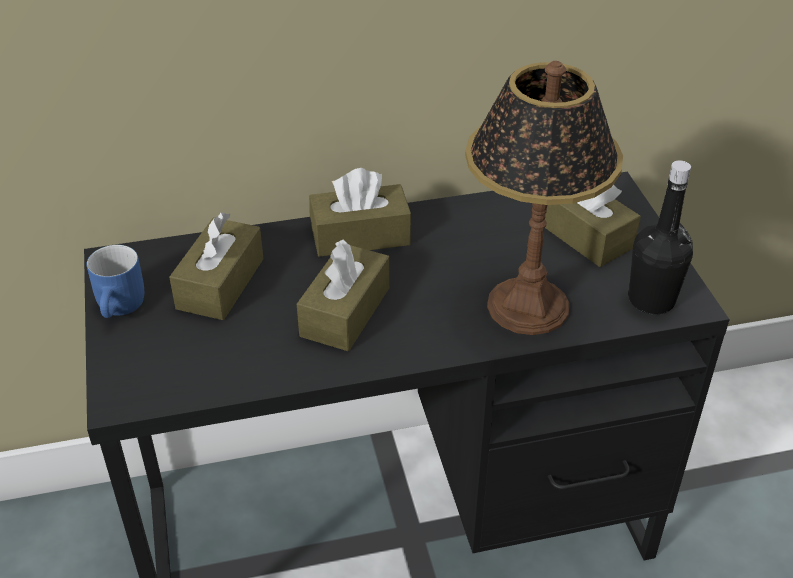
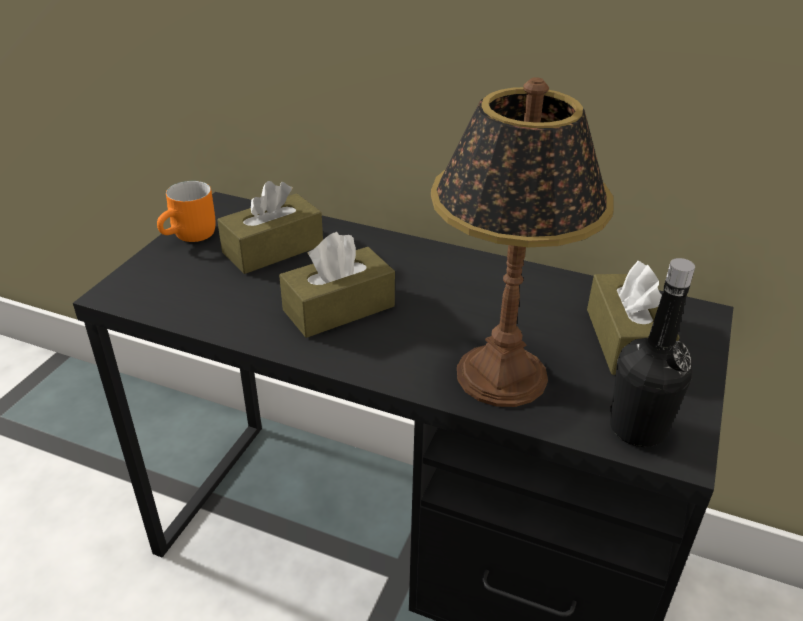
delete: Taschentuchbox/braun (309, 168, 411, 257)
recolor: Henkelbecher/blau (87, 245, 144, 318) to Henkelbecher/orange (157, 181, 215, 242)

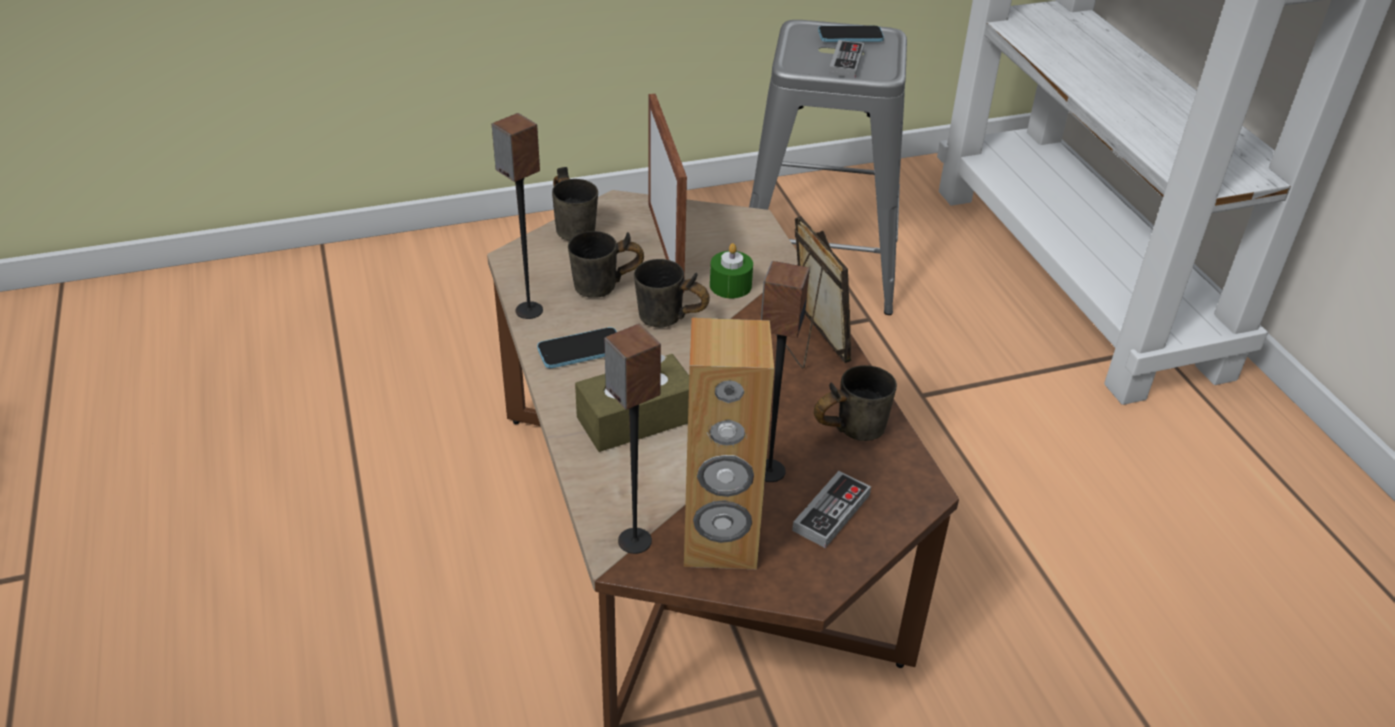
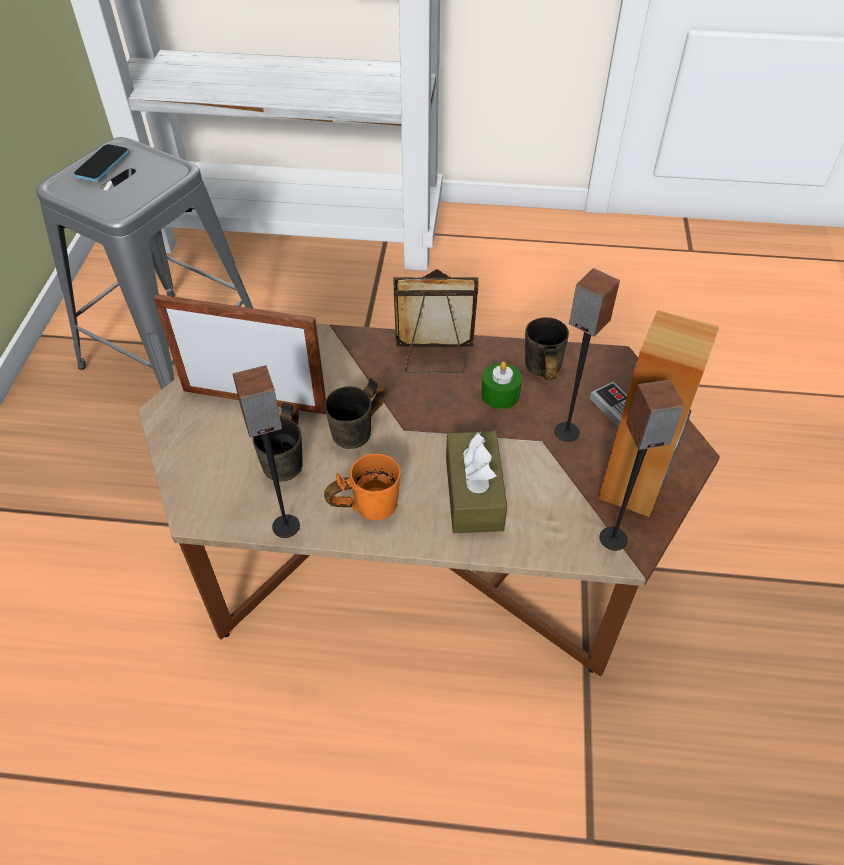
delete: Henkelbecher/grau (552, 167, 598, 241); Gamepad (829, 40, 864, 78)
move: Kerze/grün (710, 243, 753, 299) to (481, 361, 522, 409)
replace: Handy (537, 327, 617, 368) to Henkelbecher/orange (324, 454, 401, 520)

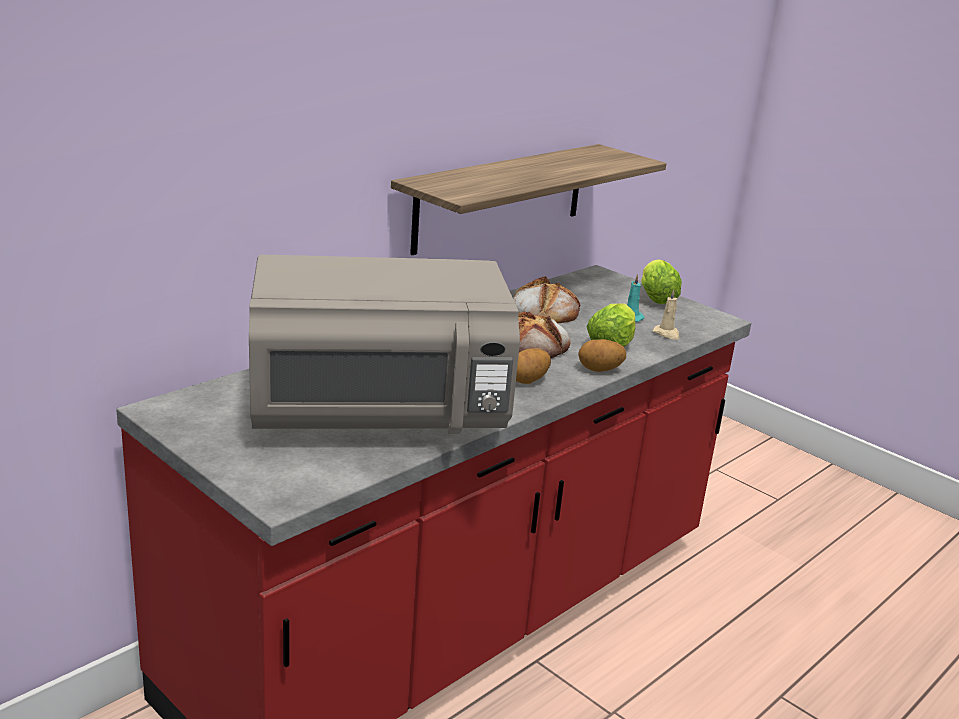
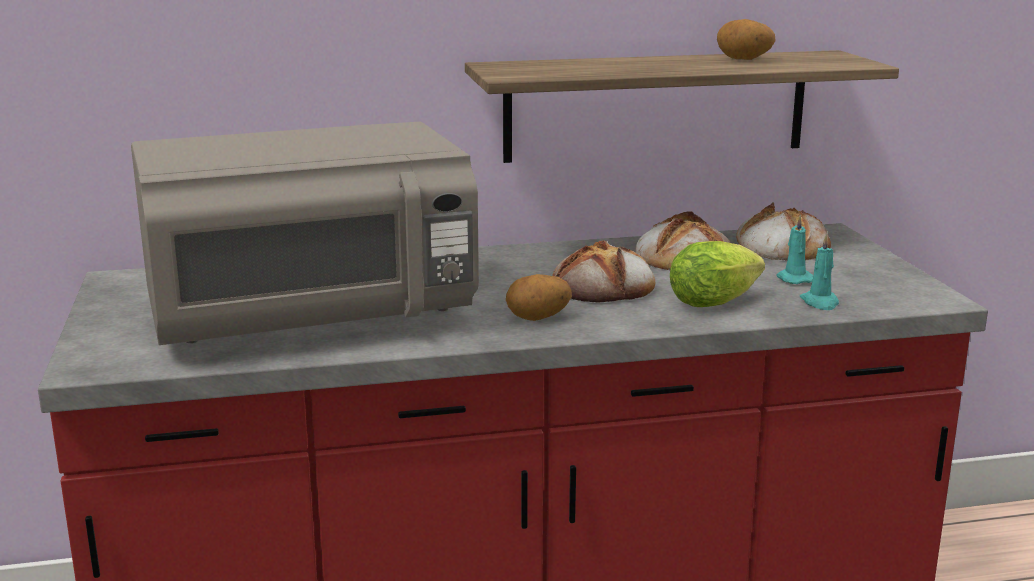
delete: Salatkopf (641, 259, 682, 304)
insert: Brot (736, 203, 831, 260)
move: Kartoffel (578, 339, 626, 372) to (717, 19, 776, 60)
recolor: Kerze/beige (653, 289, 680, 340) to Kerze/türkis (800, 234, 839, 310)
rotate: Mikrowelle/grau (249, 254, 520, 434) = (131, 122, 479, 345) 45 degrees counterclockwise

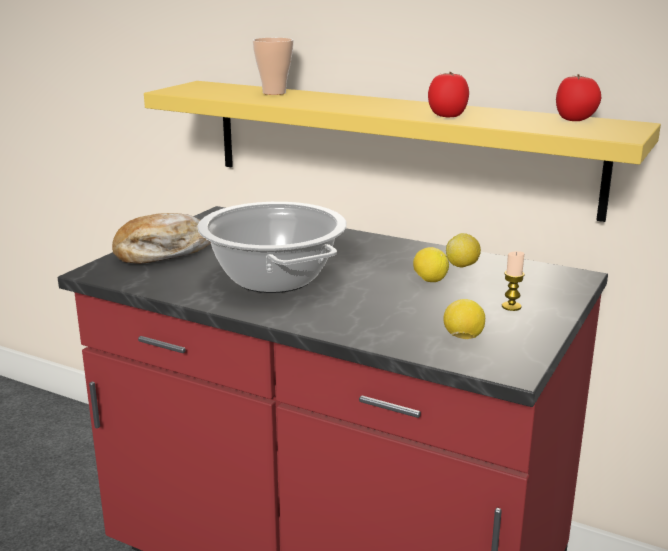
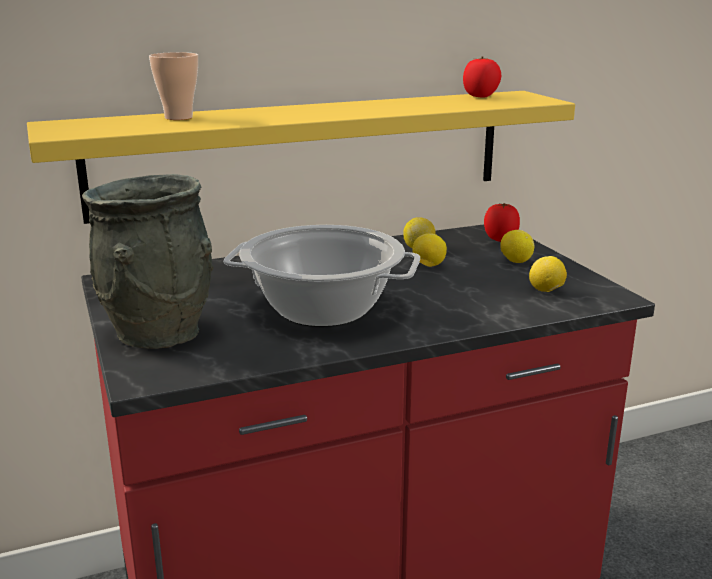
move: Tomate (428, 72, 469, 117) to (484, 203, 520, 242)
replace: Brot (112, 213, 211, 264) to Vase/grau (82, 174, 214, 349); Kerze (502, 251, 525, 311) to Zitrone (500, 230, 534, 263)

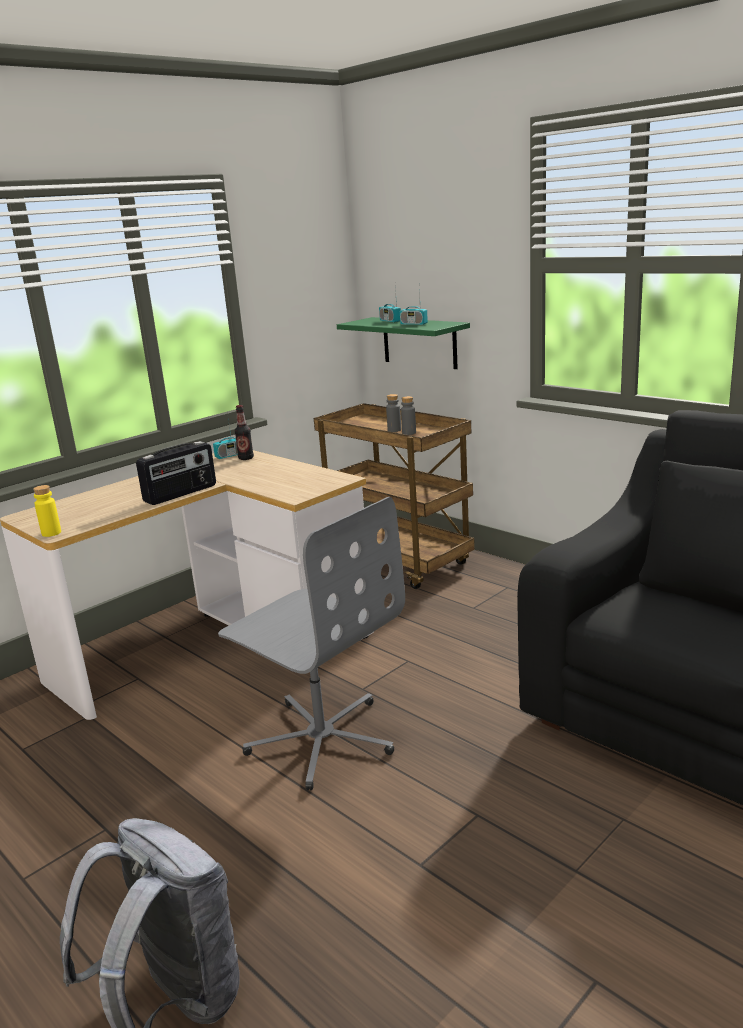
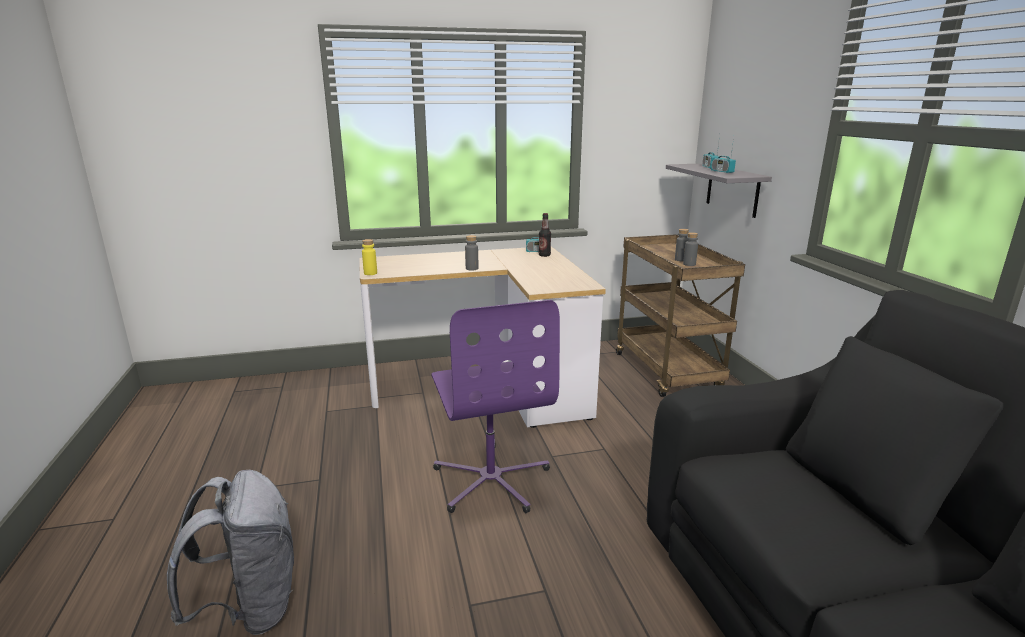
replace: Radio (136, 441, 216, 505) to Flasche/grau (465, 235, 478, 270)
recolor: Bürostuhl/grau (218, 497, 405, 790) to Bürostuhl/lila (431, 300, 560, 513); Wandregal/grün (337, 317, 470, 369) to Wandregal/grau (666, 163, 772, 218)

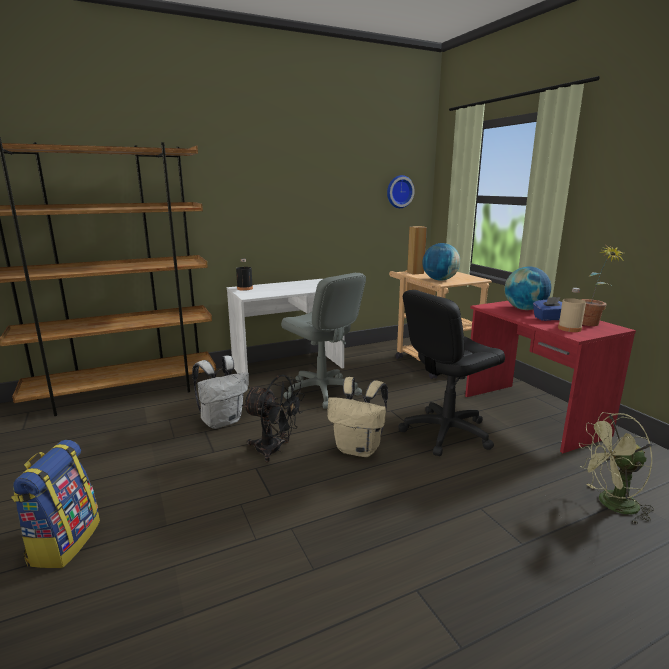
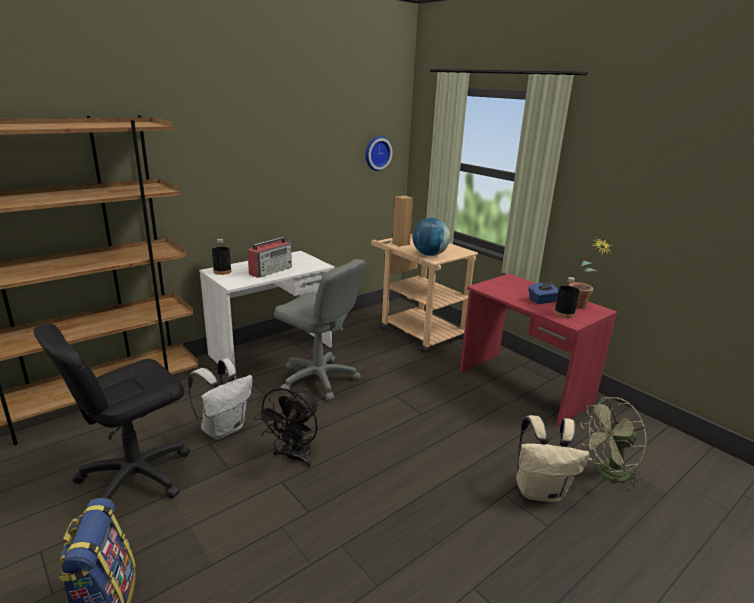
delete: Globus (504, 267, 551, 310)
insert: Radio (247, 236, 292, 278)
move: Rucksack/beige (327, 377, 388, 457) to (516, 415, 590, 502); Bürostuhl/schwarz (398, 290, 505, 456) to (33, 323, 190, 500)
recolor: Flasche/beige (558, 288, 586, 332) to Flasche/schwarz (554, 277, 580, 318)
rotate: Ventilator/schwarz (242, 375, 305, 462) = (254, 388, 320, 468) 105 degrees clockwise

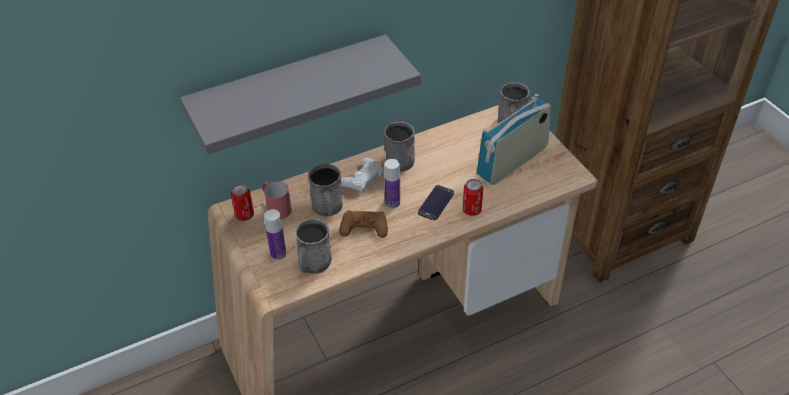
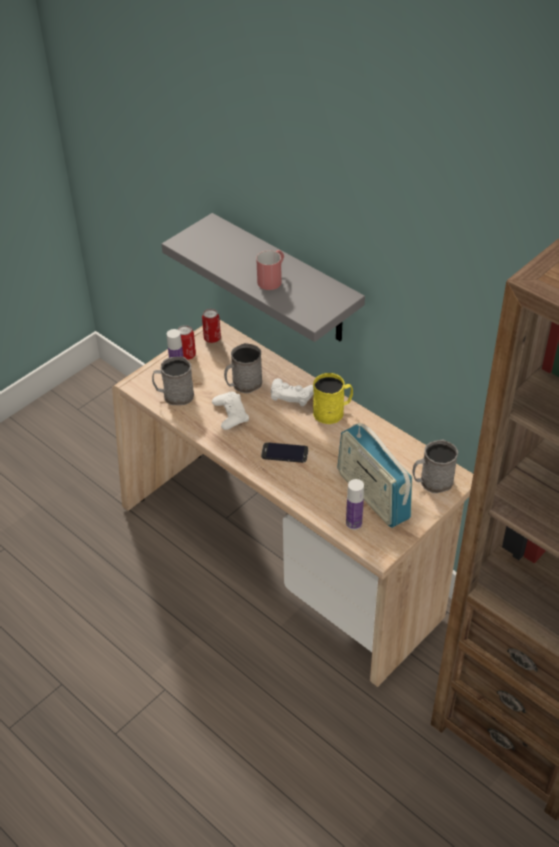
move: Henkelbecher/rot (261, 181, 292, 219) to (256, 250, 284, 290); Flasche (385, 159, 400, 209) to (346, 479, 364, 530); Dose (463, 179, 483, 216) to (178, 325, 196, 360)
recolor: Gamepad/braun (339, 210, 388, 238) to Gamepad/weiß (212, 391, 249, 430); Henkelbecher/grau (384, 121, 415, 172) to Henkelbecher/gelb (313, 373, 353, 424)
rotate: Radio (477, 94, 551, 185) = (338, 423, 412, 528) 150 degrees counterclockwise

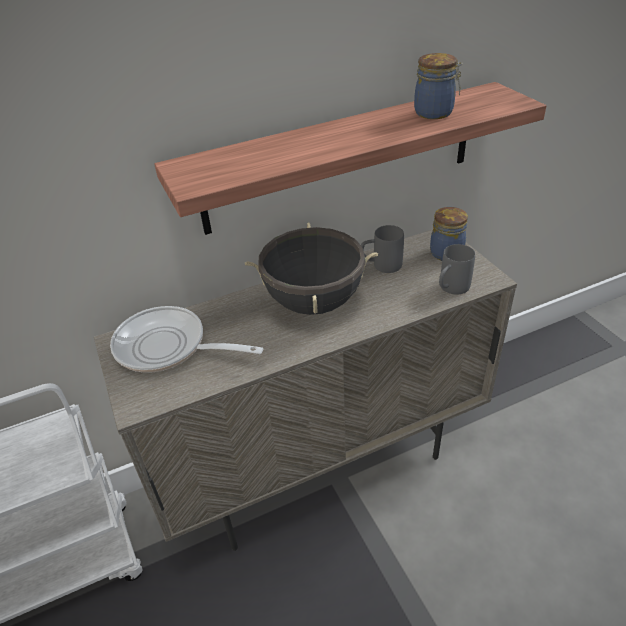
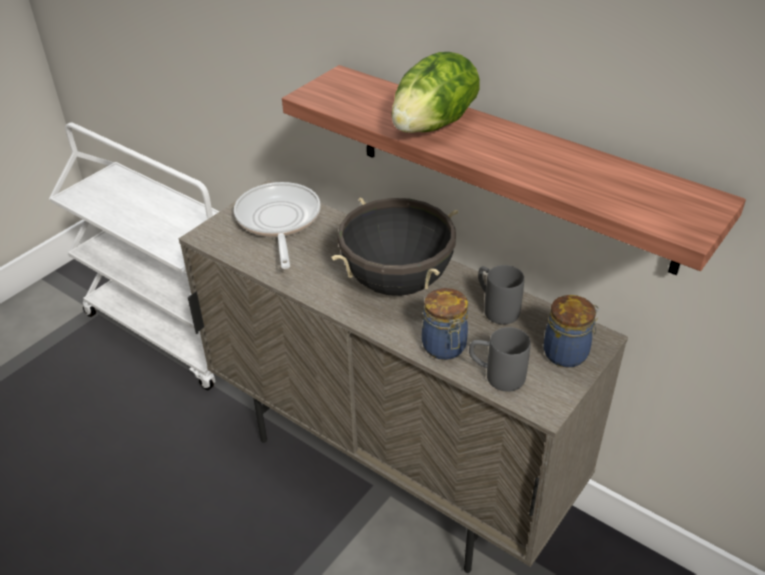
insert: Salatkopf (391, 52, 480, 133)
move: Vorratsglas (414, 53, 463, 119) to (422, 288, 468, 360)

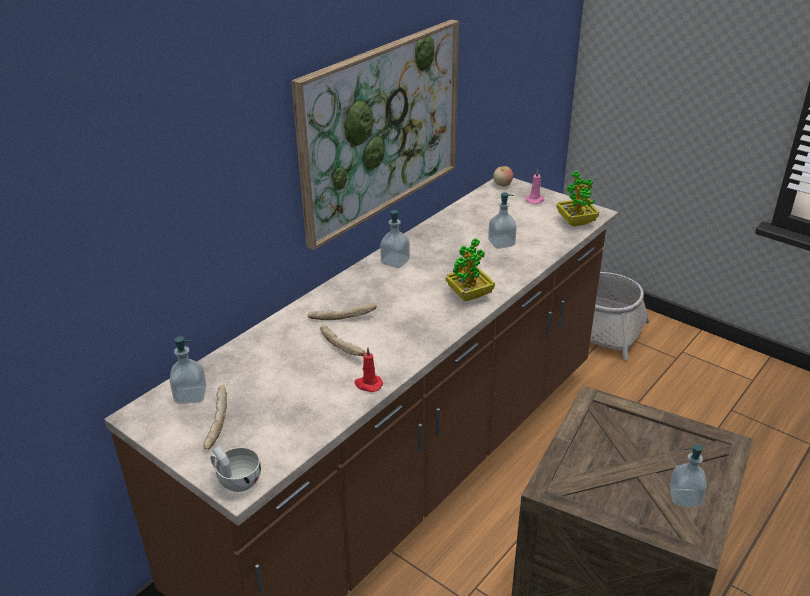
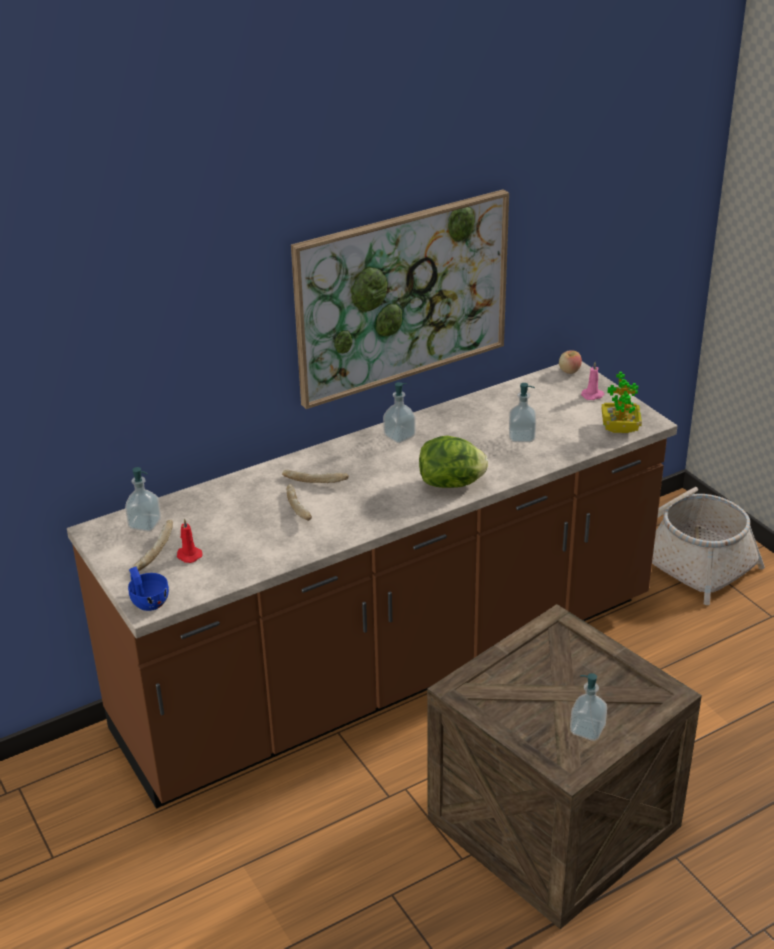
move: Kerze/rot (354, 347, 383, 392) to (177, 518, 203, 563)
replace: Topfpflanze (446, 238, 495, 301) to Salatkopf (419, 436, 488, 488)
recolor: Tasse/weiß (211, 445, 261, 492) to Tasse/blau (128, 566, 169, 611)

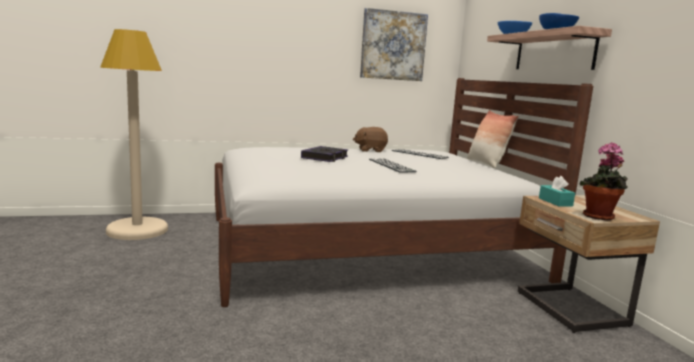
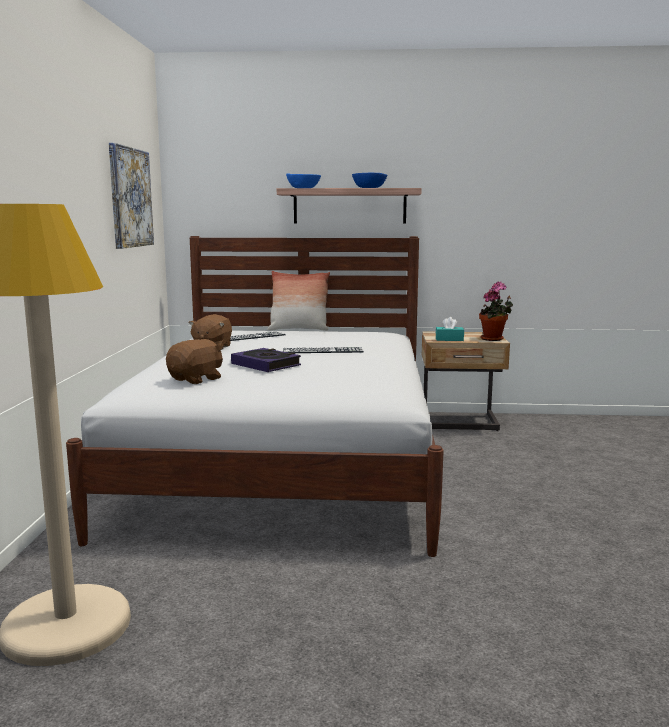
insert: Plüschtier/braun (166, 339, 223, 384)

